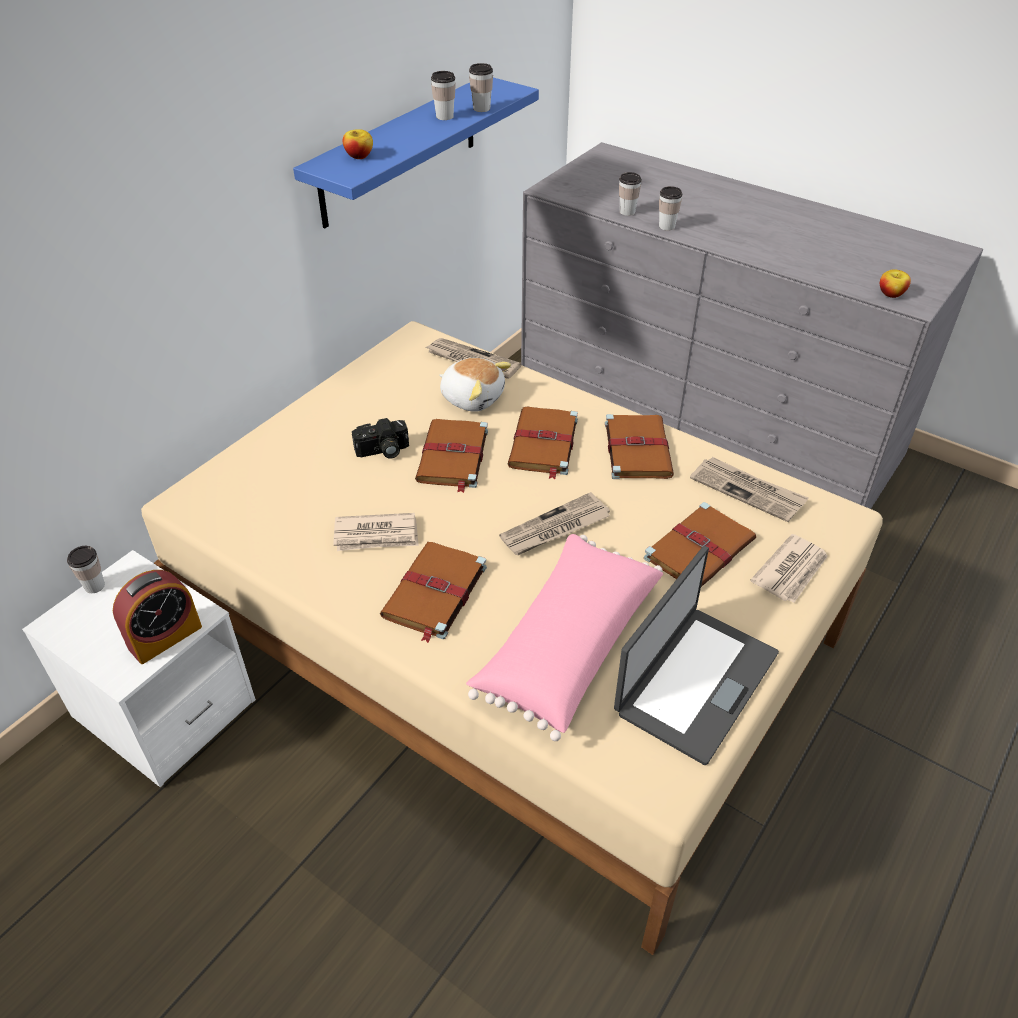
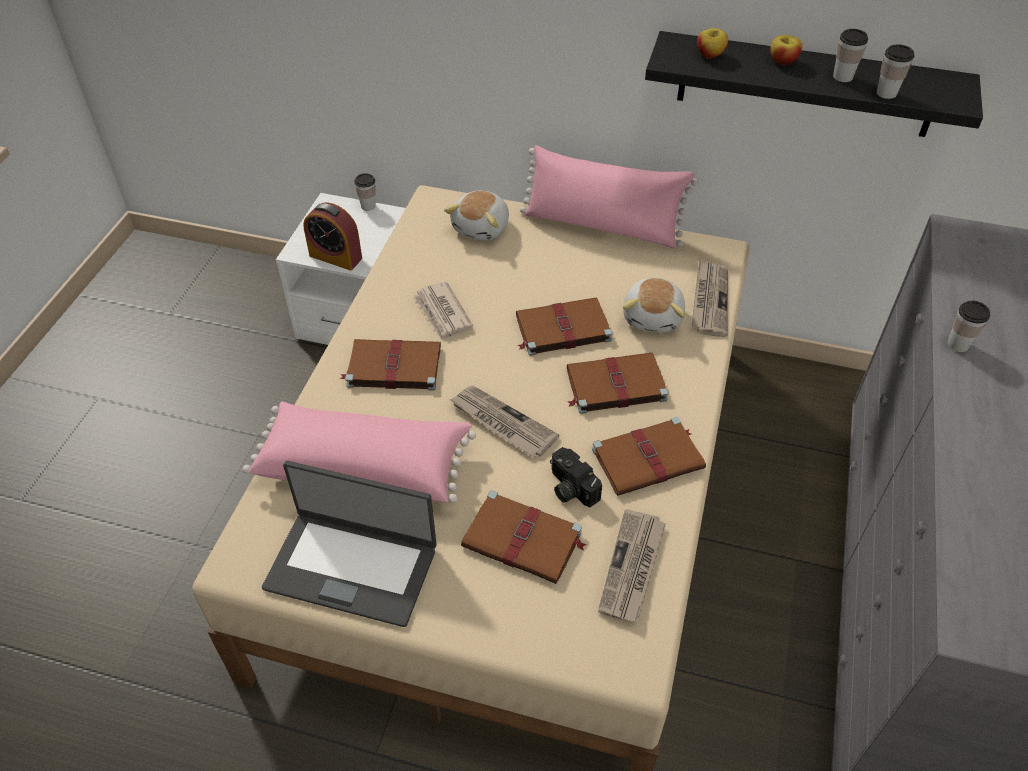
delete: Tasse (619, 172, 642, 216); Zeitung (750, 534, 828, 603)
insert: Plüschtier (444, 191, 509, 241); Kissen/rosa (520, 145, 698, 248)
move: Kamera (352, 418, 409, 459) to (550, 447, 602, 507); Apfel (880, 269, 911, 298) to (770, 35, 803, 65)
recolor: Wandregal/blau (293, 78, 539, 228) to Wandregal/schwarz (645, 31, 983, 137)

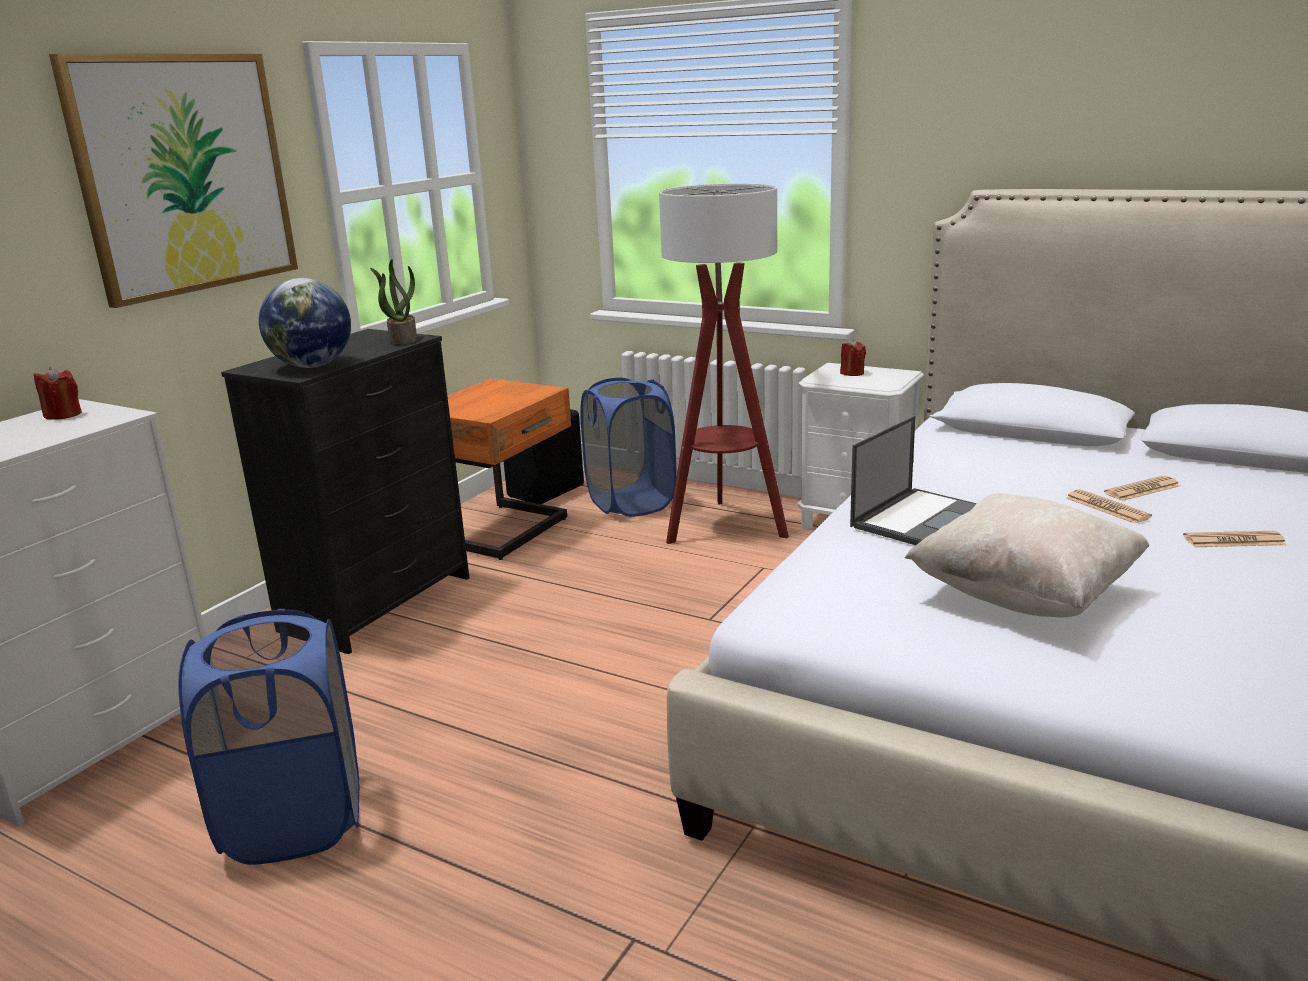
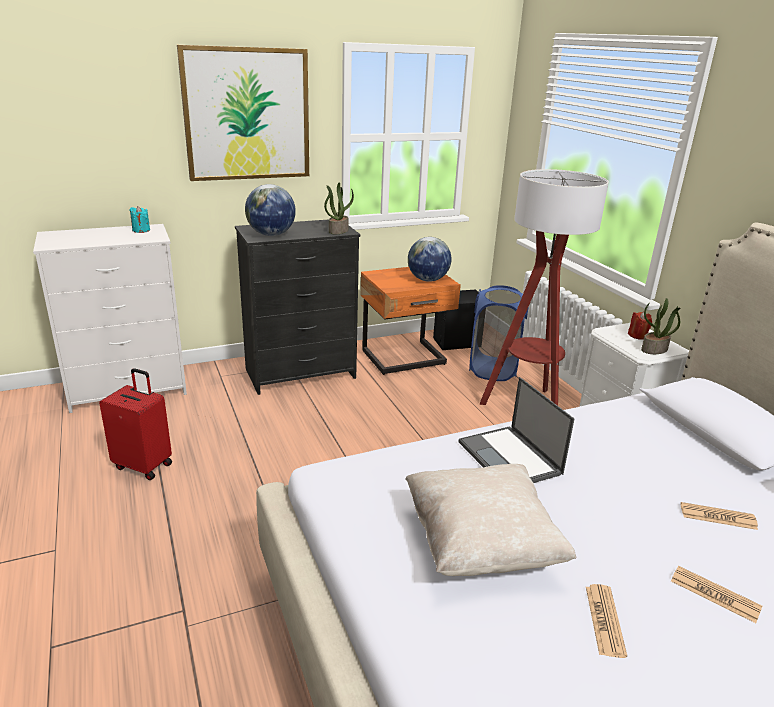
insert: Globus (408, 237, 452, 282); Topfpflanze (641, 298, 681, 354)
move: Zeitung (1066, 489, 1152, 524) to (586, 584, 627, 658)
replace: Wäschekorb/blau (178, 609, 359, 865) to Koffer/rot (99, 368, 172, 480)
recolor: Kerze/rot (34, 367, 82, 420) to Kerze/türkis (129, 206, 150, 233)
rotate: Laptop (850, 416, 977, 545) = (459, 377, 574, 483) 75 degrees clockwise

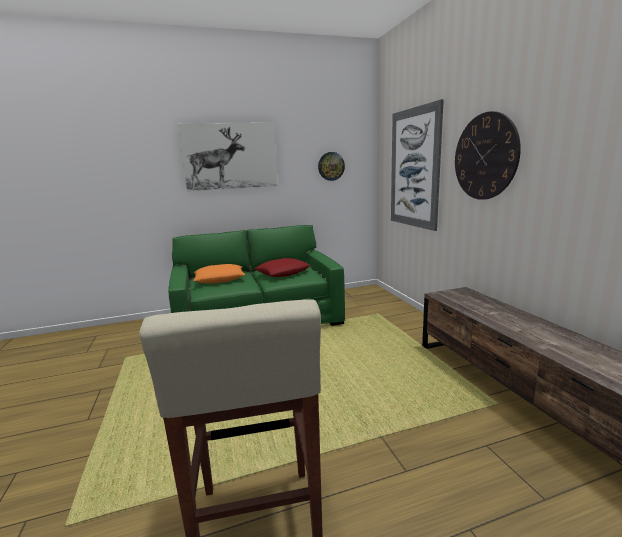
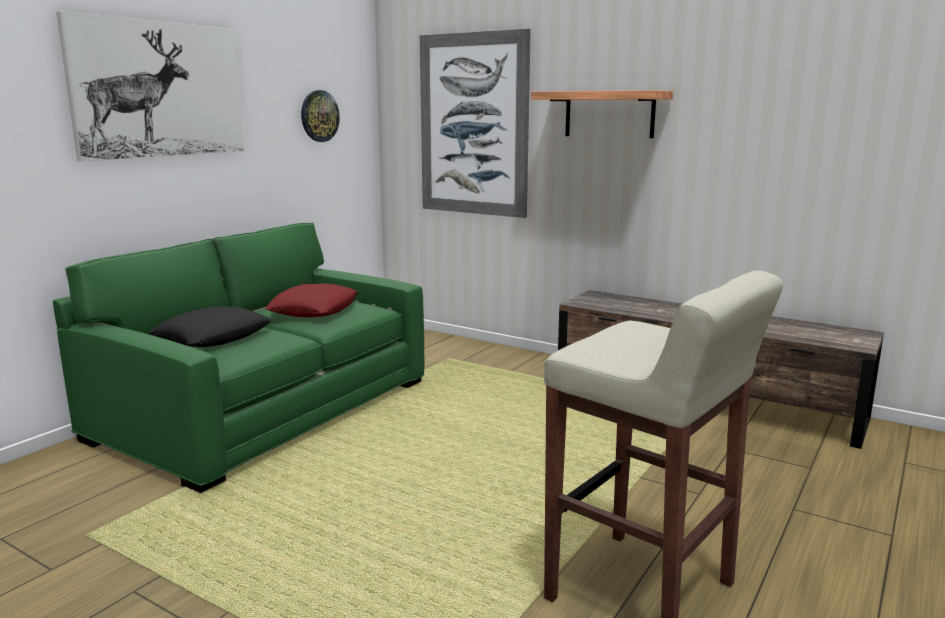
replace: Wanduhr (455, 111, 521, 200) to Wandregal (531, 90, 673, 138)
recolor: Kissen/orange (193, 264, 245, 284) to Kissen/schwarz (149, 306, 272, 347)

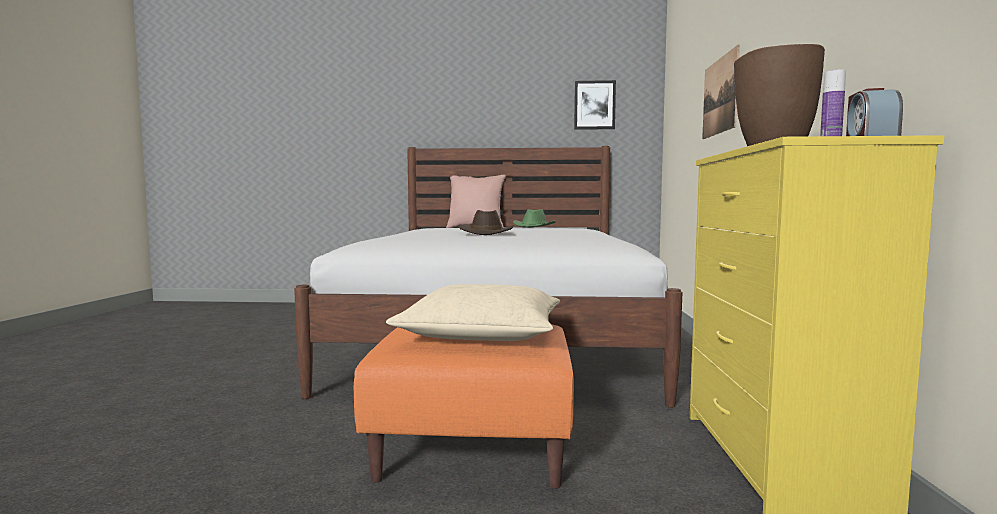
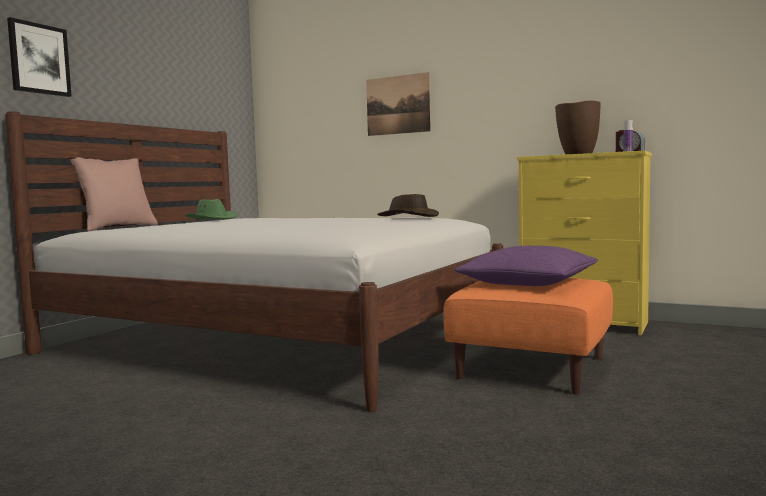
move: Hut/braun (459, 210, 515, 235) to (377, 194, 439, 217); Bild (574, 80, 616, 130) to (7, 17, 72, 97)
recolor: Kissen/beige (386, 284, 560, 341) to Kissen/lila (455, 246, 598, 286)

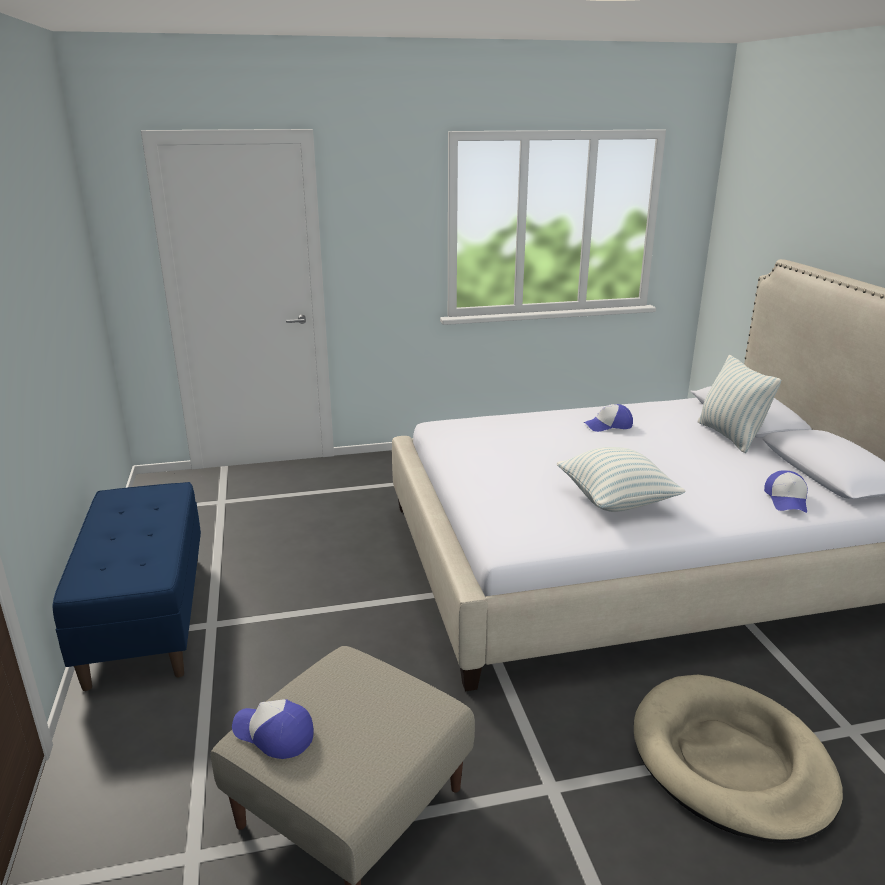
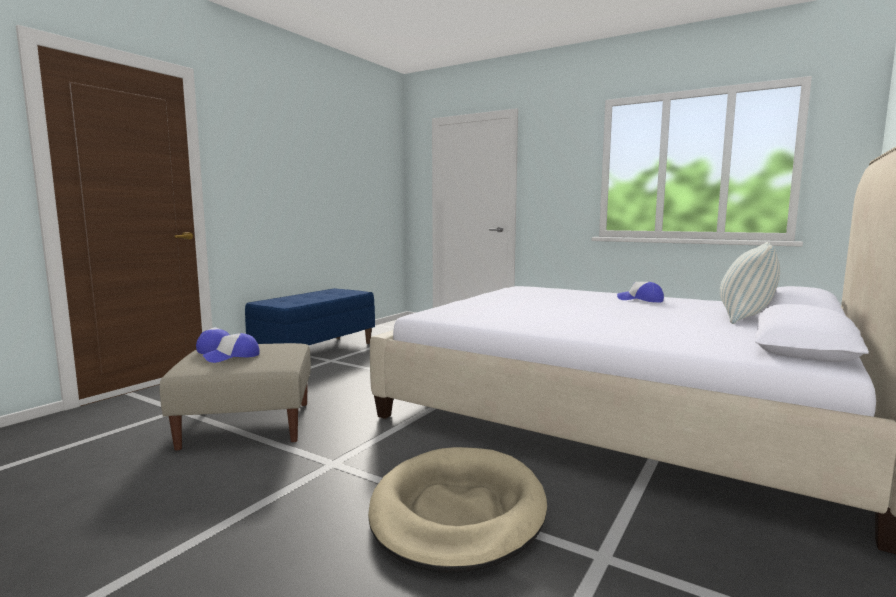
delete: Kissen (557, 447, 685, 512)
move: Kappe (764, 470, 808, 513) to (202, 333, 259, 363)

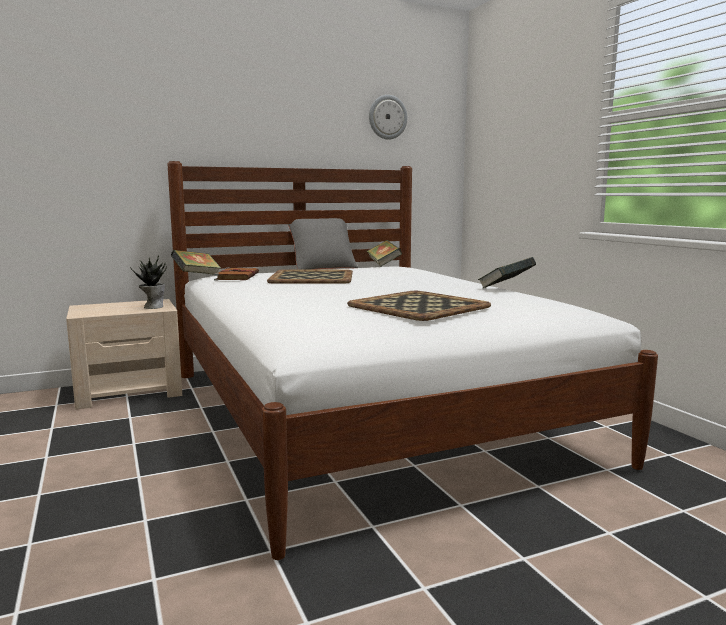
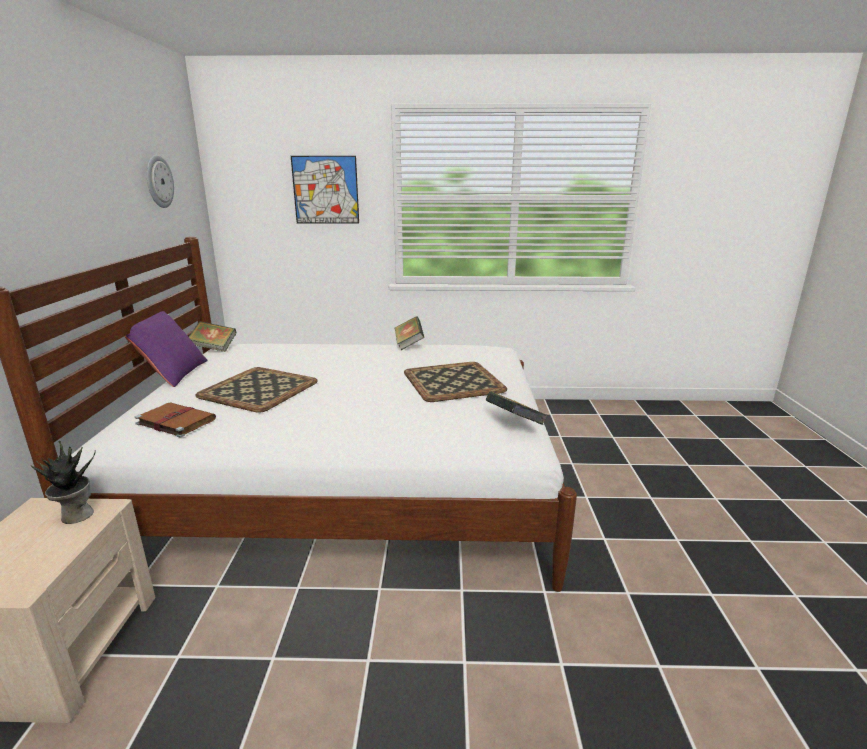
insert: Bild (291, 156, 359, 224)
move: Buch (171, 250, 221, 275) to (486, 391, 548, 425)
recolor: Kissen/grau (288, 218, 358, 269) to Kissen/lila (124, 311, 208, 387)

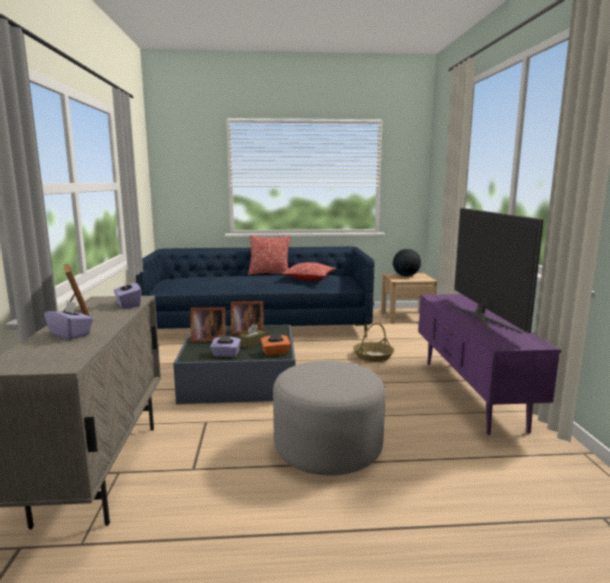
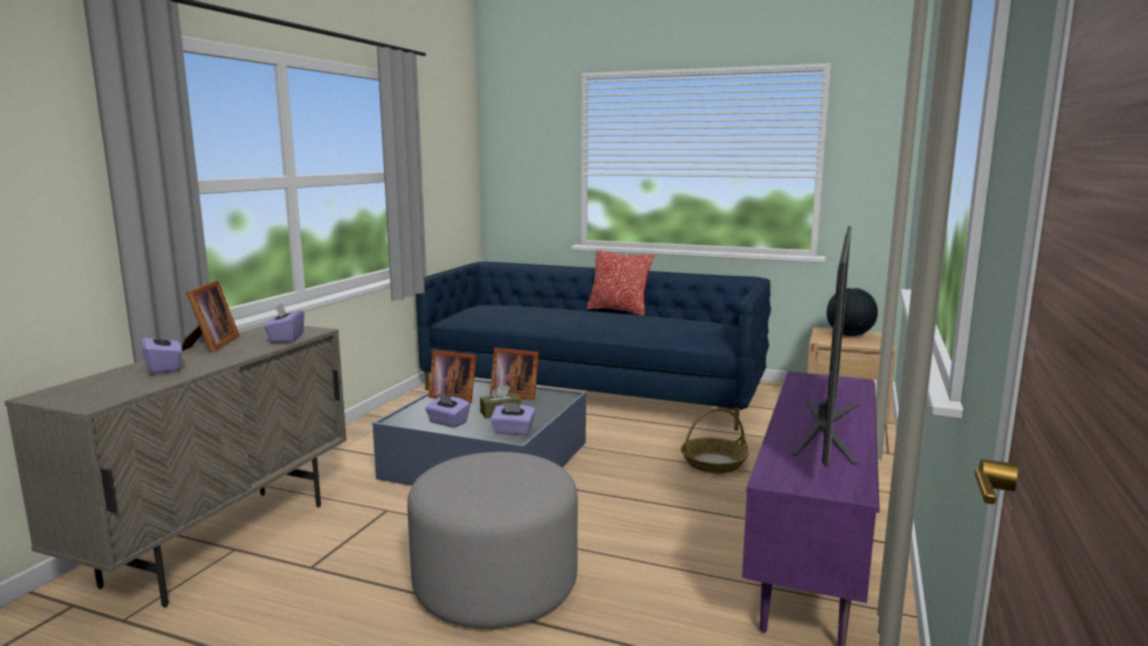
delete: Kissen (281, 262, 336, 280)
recolor: Taschentuchbox/orange (261, 333, 291, 356) to Taschentuchbox/lila (490, 402, 535, 435)

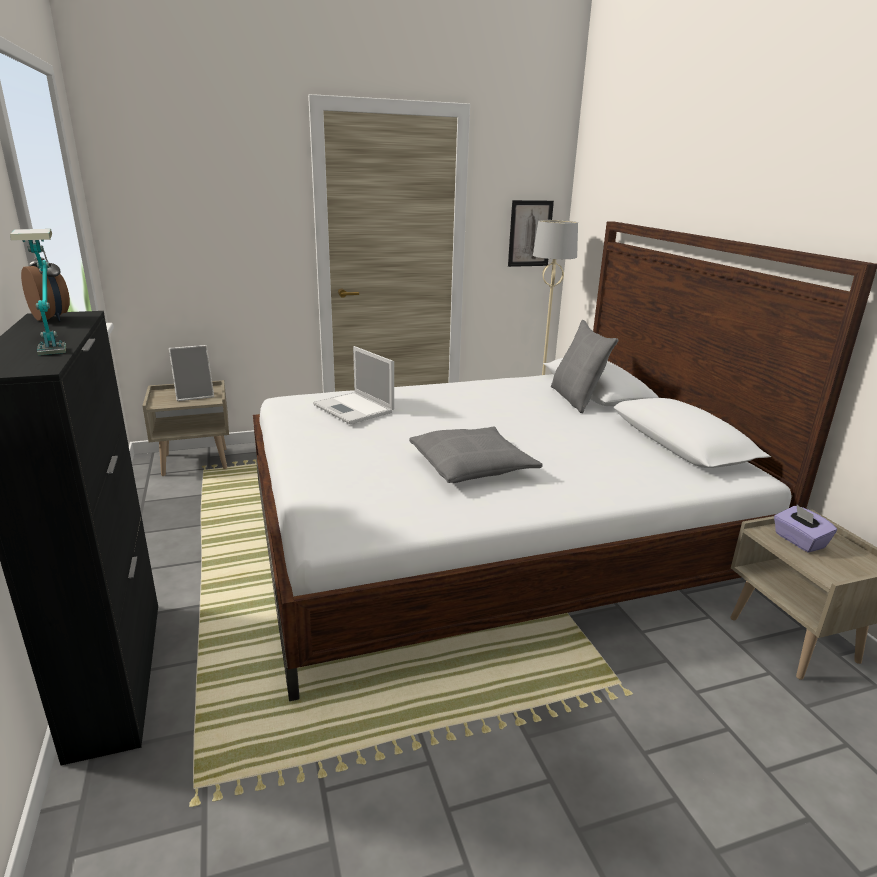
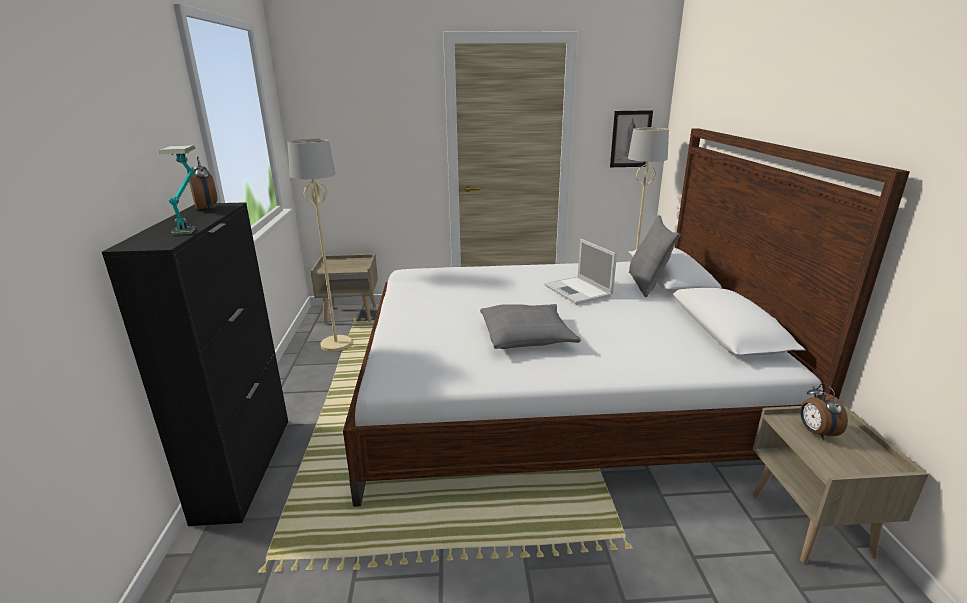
delete: Bilderrahmen (169, 345, 214, 401)
insert: Stehlampe/beige (287, 139, 352, 352)
move: Laptop (313, 346, 394, 424) to (544, 239, 617, 304)
replace: Taschentuchbox/lila (774, 504, 837, 553) to Wecker (800, 383, 848, 440)

